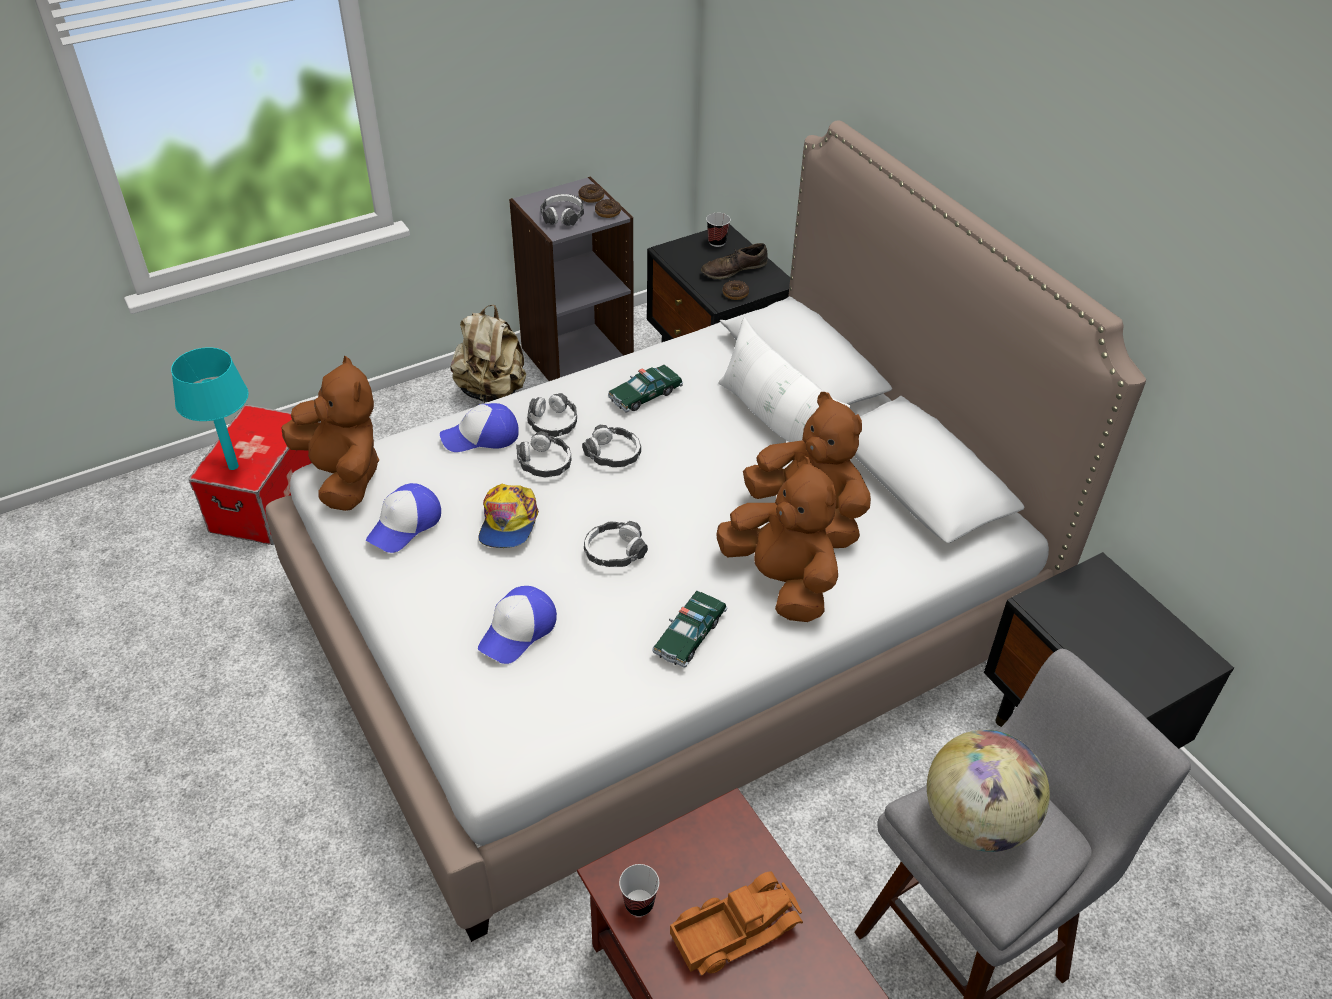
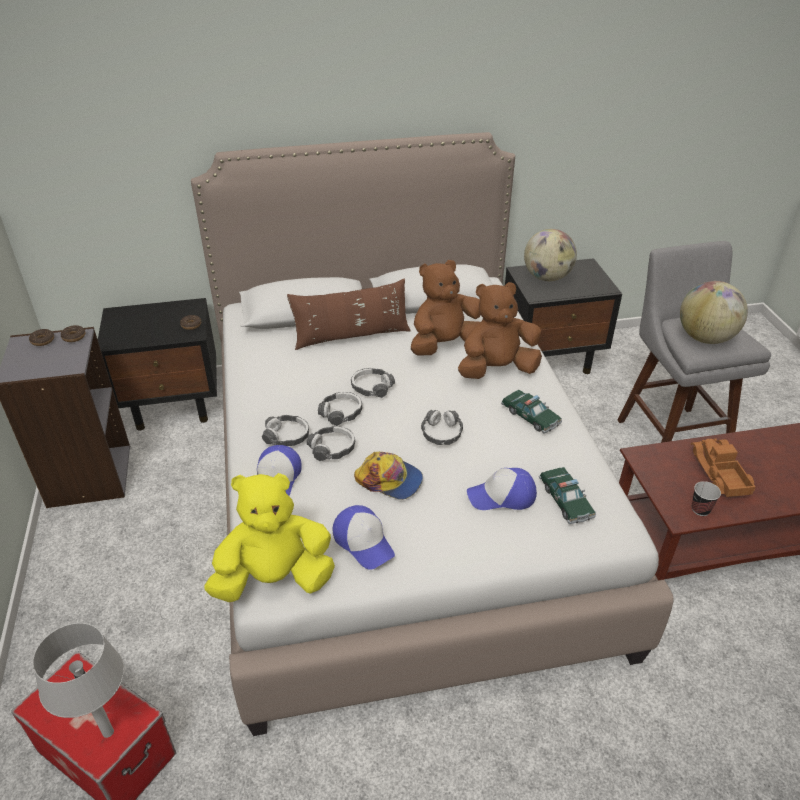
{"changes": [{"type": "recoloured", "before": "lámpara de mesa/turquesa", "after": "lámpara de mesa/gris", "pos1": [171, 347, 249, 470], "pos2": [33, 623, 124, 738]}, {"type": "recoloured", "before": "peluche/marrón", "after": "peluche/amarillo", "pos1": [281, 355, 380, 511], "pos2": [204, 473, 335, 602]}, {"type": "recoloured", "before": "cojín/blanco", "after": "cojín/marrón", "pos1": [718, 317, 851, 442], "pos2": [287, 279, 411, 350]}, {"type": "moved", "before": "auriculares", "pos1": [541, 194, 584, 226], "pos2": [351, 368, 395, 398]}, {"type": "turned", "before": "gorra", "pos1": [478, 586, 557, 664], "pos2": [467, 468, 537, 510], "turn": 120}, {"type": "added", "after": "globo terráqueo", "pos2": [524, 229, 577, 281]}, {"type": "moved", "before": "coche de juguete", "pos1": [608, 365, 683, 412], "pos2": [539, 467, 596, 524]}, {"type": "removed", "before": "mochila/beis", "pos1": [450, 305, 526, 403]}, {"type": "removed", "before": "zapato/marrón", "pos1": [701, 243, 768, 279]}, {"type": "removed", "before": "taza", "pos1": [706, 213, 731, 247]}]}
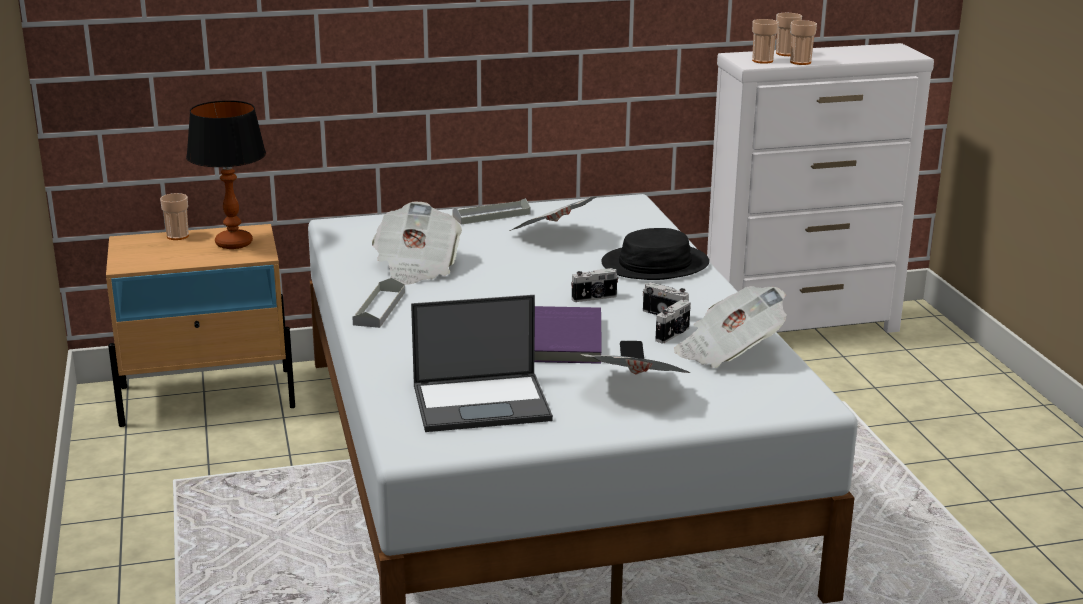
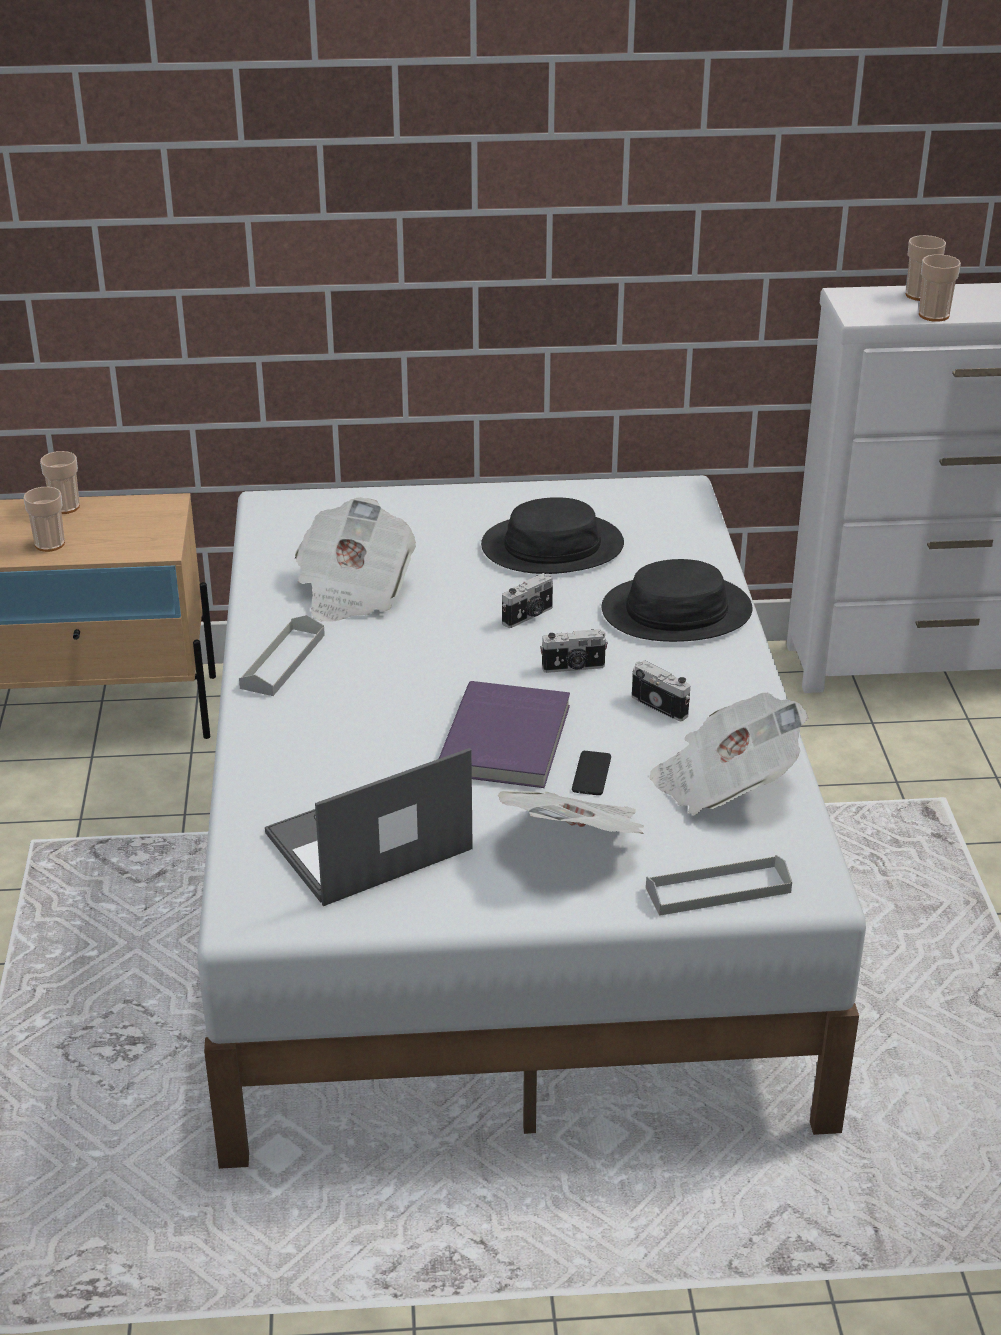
{"changes": [{"type": "moved", "before": "taza", "pos1": [752, 19, 778, 64], "pos2": [23, 487, 65, 552]}, {"type": "turned", "before": "portátil", "pos1": [411, 295, 553, 432], "pos2": [265, 748, 473, 906], "turn": 150}, {"type": "replaced", "before": "periódico", "after": "sombrero/negro", "pos1": [509, 197, 597, 231], "pos2": [481, 497, 624, 574]}, {"type": "moved", "before": "cámara", "pos1": [655, 300, 691, 343], "pos2": [502, 573, 553, 628]}, {"type": "moved", "before": "bandeja/gris", "pos1": [453, 198, 530, 225], "pos2": [646, 855, 792, 916]}, {"type": "removed", "before": "lámpara de mesa", "pos1": [186, 100, 266, 249]}]}
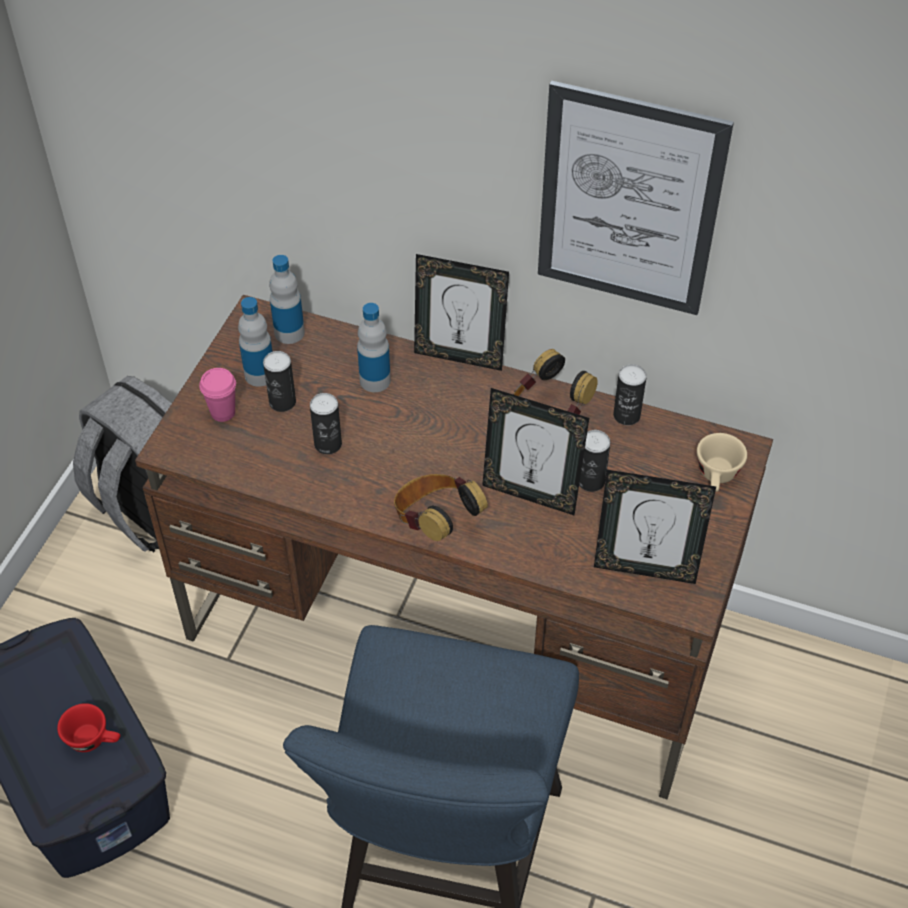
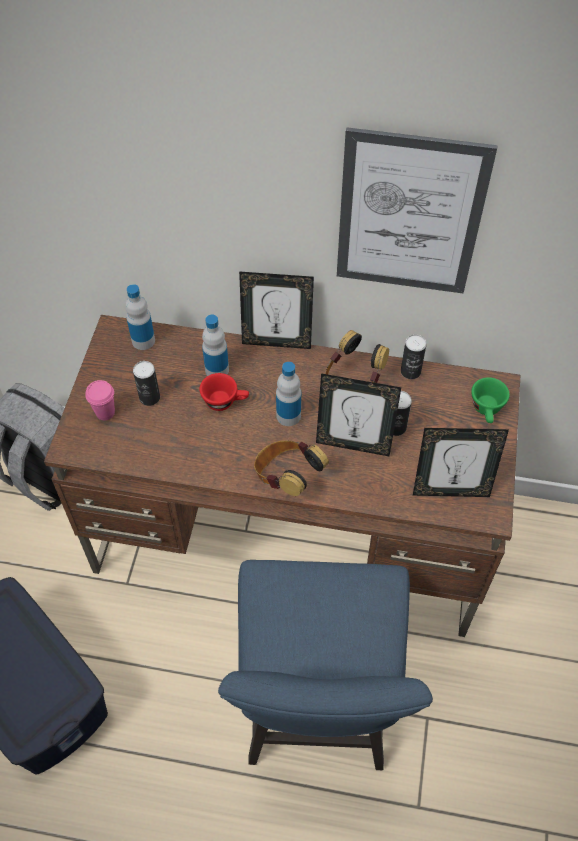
{"changes": [{"type": "moved", "before": "taza/rojo", "pos1": [57, 703, 120, 752], "pos2": [200, 373, 249, 411]}, {"type": "moved", "before": "botella", "pos1": [238, 297, 272, 387], "pos2": [276, 362, 301, 426]}, {"type": "recoloured", "before": "taza/beis", "after": "taza/verde", "pos1": [697, 433, 747, 492], "pos2": [471, 377, 510, 423]}, {"type": "removed", "before": "lata", "pos1": [310, 393, 342, 454]}]}
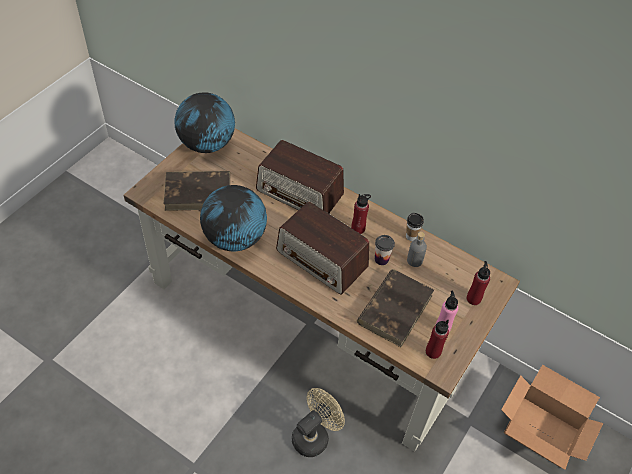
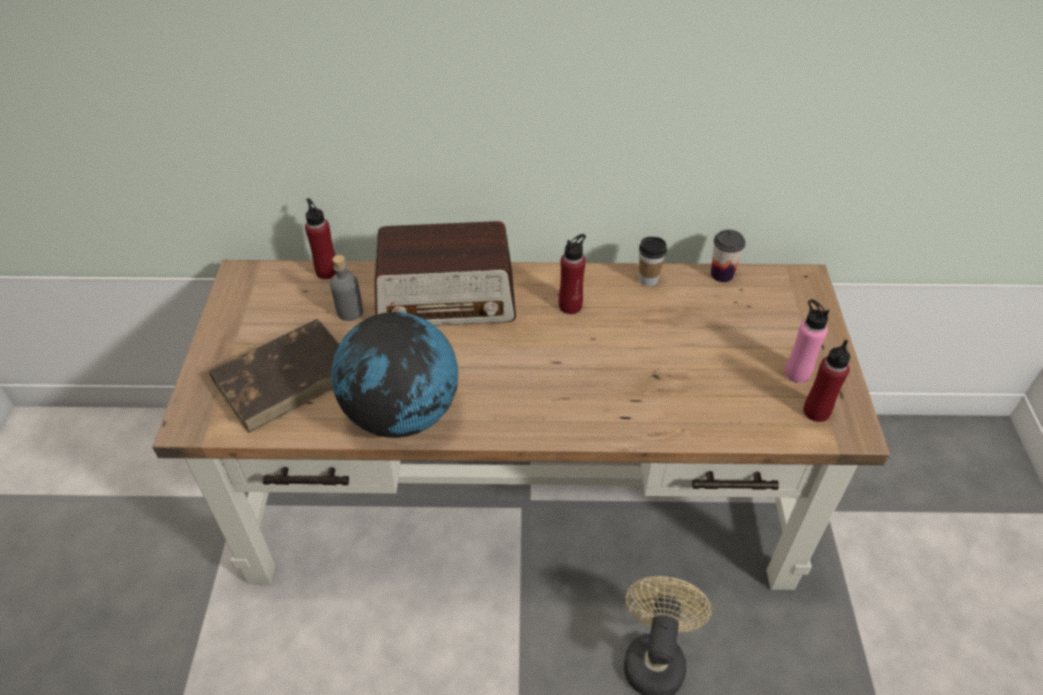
{"changes": [{"type": "moved", "before": "botella/rojo", "pos1": [467, 261, 490, 305], "pos2": [305, 198, 336, 279]}, {"type": "moved", "before": "botella/gris", "pos1": [407, 232, 427, 267], "pos2": [330, 255, 363, 321]}, {"type": "moved", "before": "taza", "pos1": [375, 235, 395, 265], "pos2": [711, 230, 746, 282]}, {"type": "removed", "before": "globo terráqueo", "pos1": [175, 92, 235, 153]}, {"type": "removed", "before": "radio", "pos1": [276, 202, 369, 294]}, {"type": "removed", "before": "libro/marrón", "pos1": [357, 269, 434, 347]}, {"type": "removed", "before": "caja de cartón", "pos1": [501, 365, 603, 470]}]}
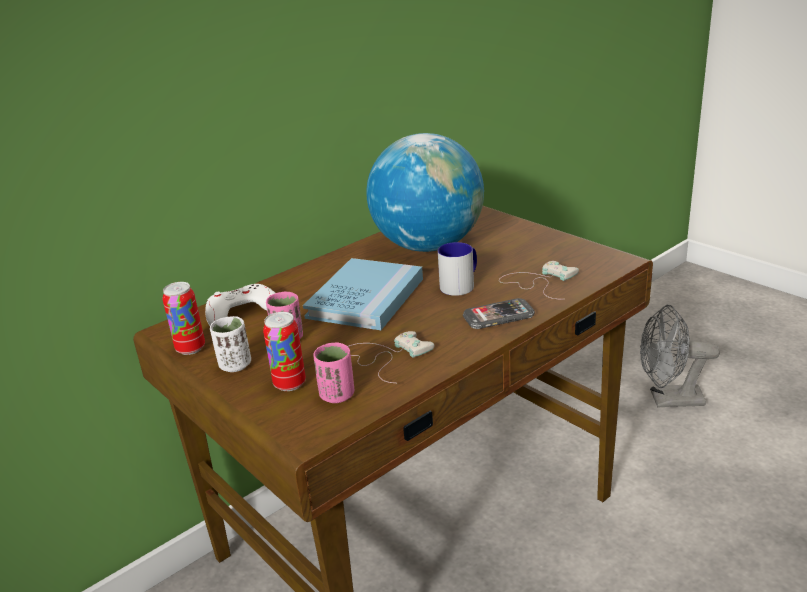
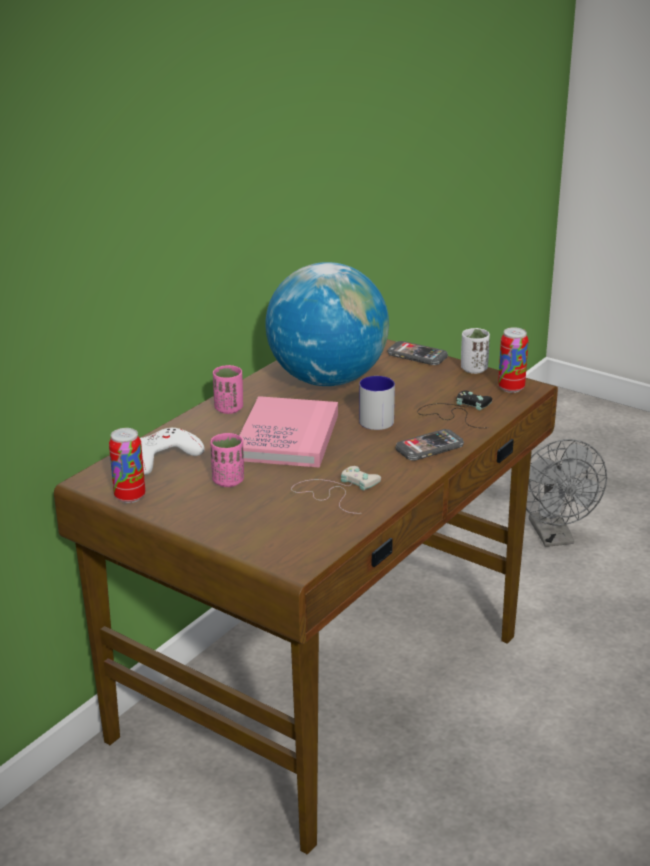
{"changes": [{"type": "moved", "before": "taza/rosa", "pos1": [313, 342, 354, 403], "pos2": [213, 365, 243, 414]}, {"type": "recoloured", "before": "libro/azul", "after": "libro/rosa", "pos1": [303, 258, 423, 330], "pos2": [239, 396, 338, 468]}, {"type": "added", "after": "móvil", "pos2": [387, 341, 448, 365]}, {"type": "recoloured", "before": "mando de consola/blanco", "after": "mando de consola/negro", "pos1": [499, 261, 579, 299], "pos2": [417, 391, 492, 428]}, {"type": "moved", "before": "taza/blanco", "pos1": [210, 316, 251, 372], "pos2": [461, 328, 490, 374]}, {"type": "moved", "before": "lata", "pos1": [263, 312, 306, 391], "pos2": [498, 327, 528, 393]}, {"type": "turned", "before": "ventilador/gris", "pos1": [640, 305, 720, 408], "pos2": [526, 439, 607, 547], "turn": -90}]}
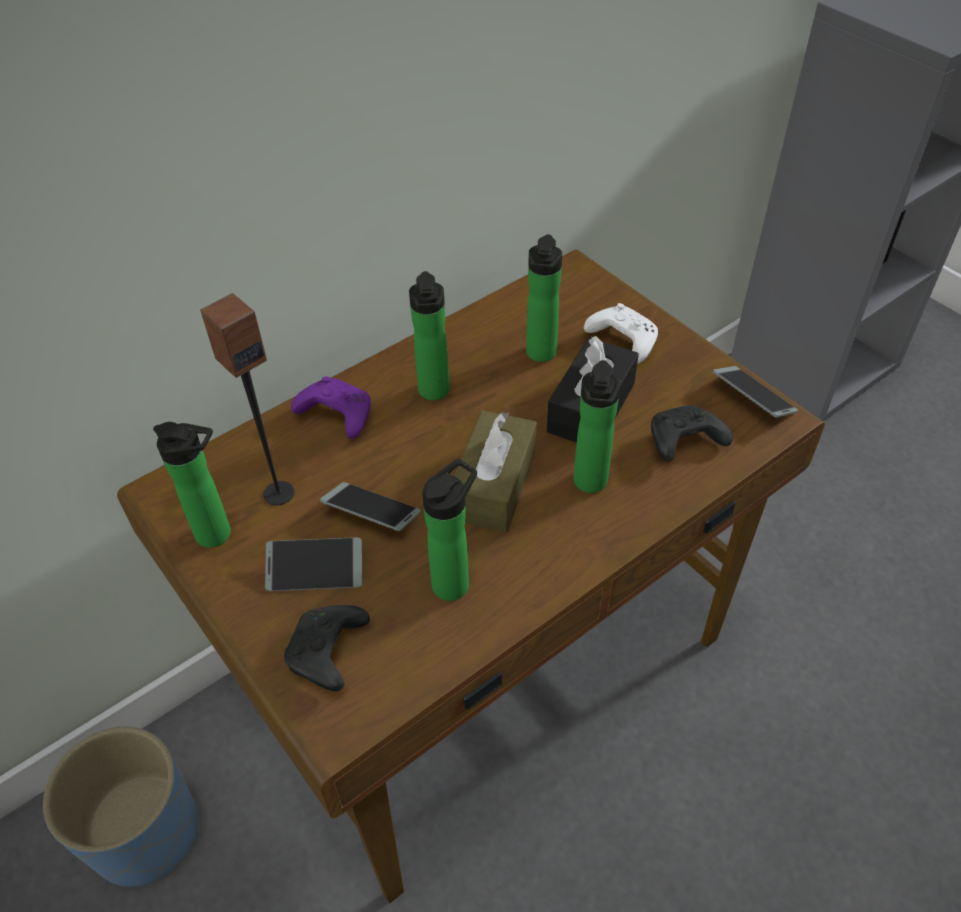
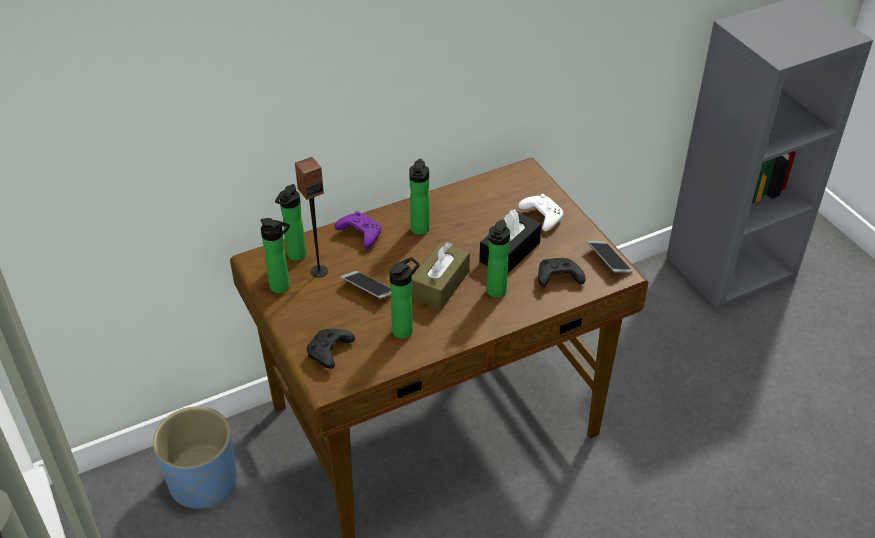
{"changes": [{"type": "moved", "before": "botella", "pos1": [526, 234, 562, 362], "pos2": [275, 184, 306, 261]}, {"type": "removed", "before": "móvil", "pos1": [265, 537, 362, 591]}]}
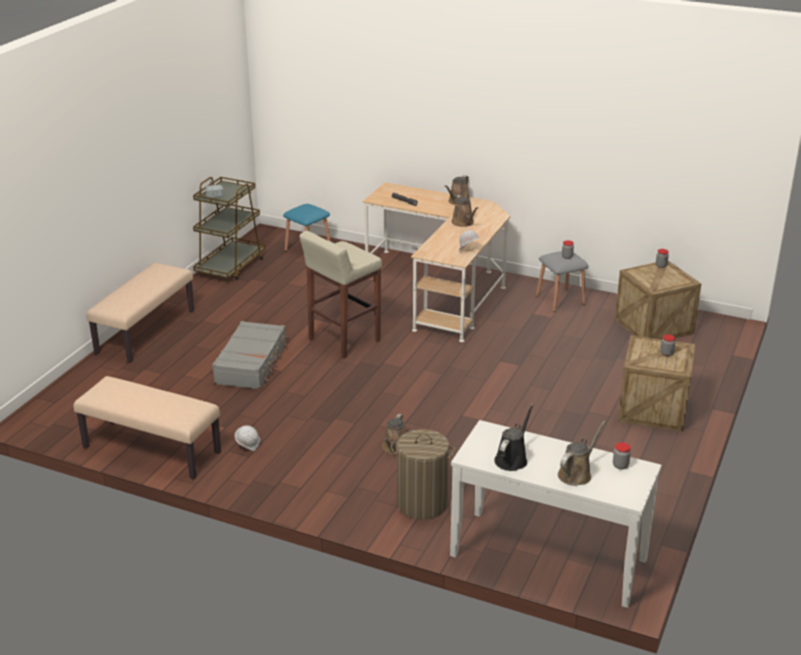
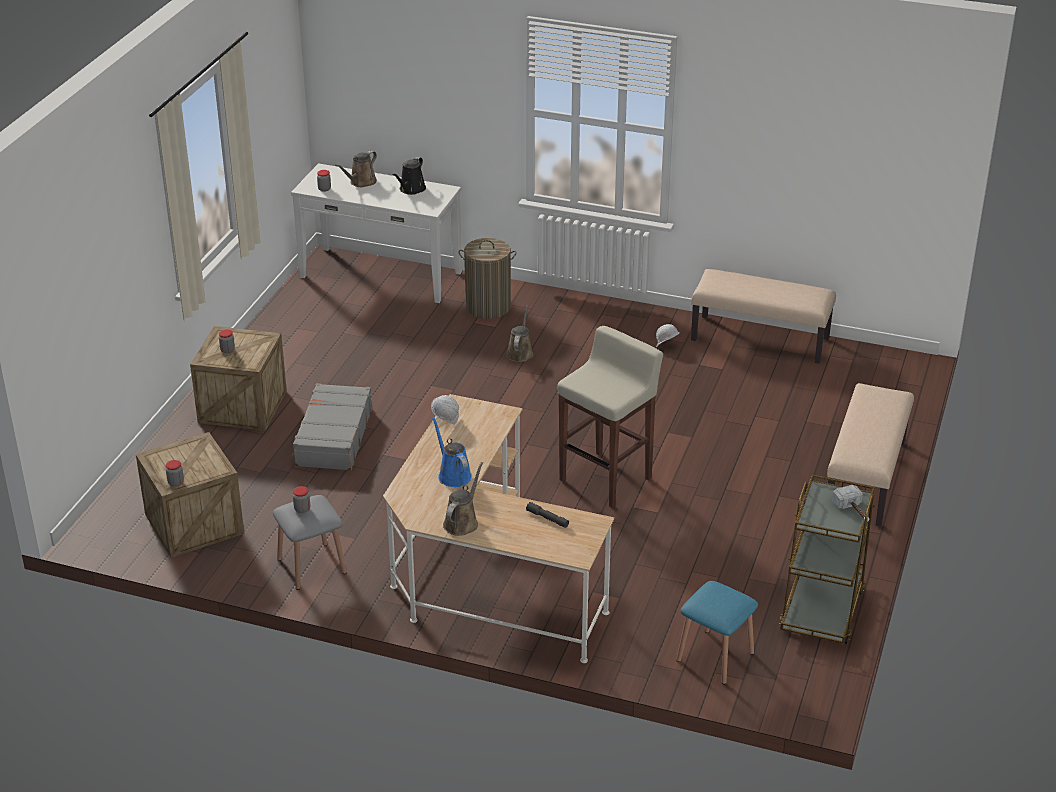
{"changes": [{"type": "moved", "before": "maleta/gris", "pos1": [212, 321, 288, 390], "pos2": [292, 383, 372, 470]}, {"type": "recoloured", "before": "regadera/marrón", "after": "regadera/azul", "pos1": [451, 195, 478, 227], "pos2": [432, 417, 472, 487]}]}
